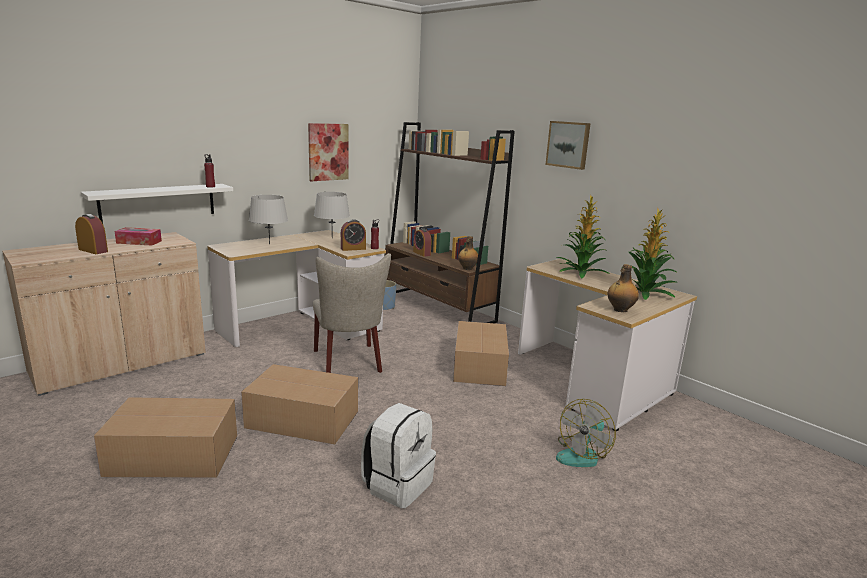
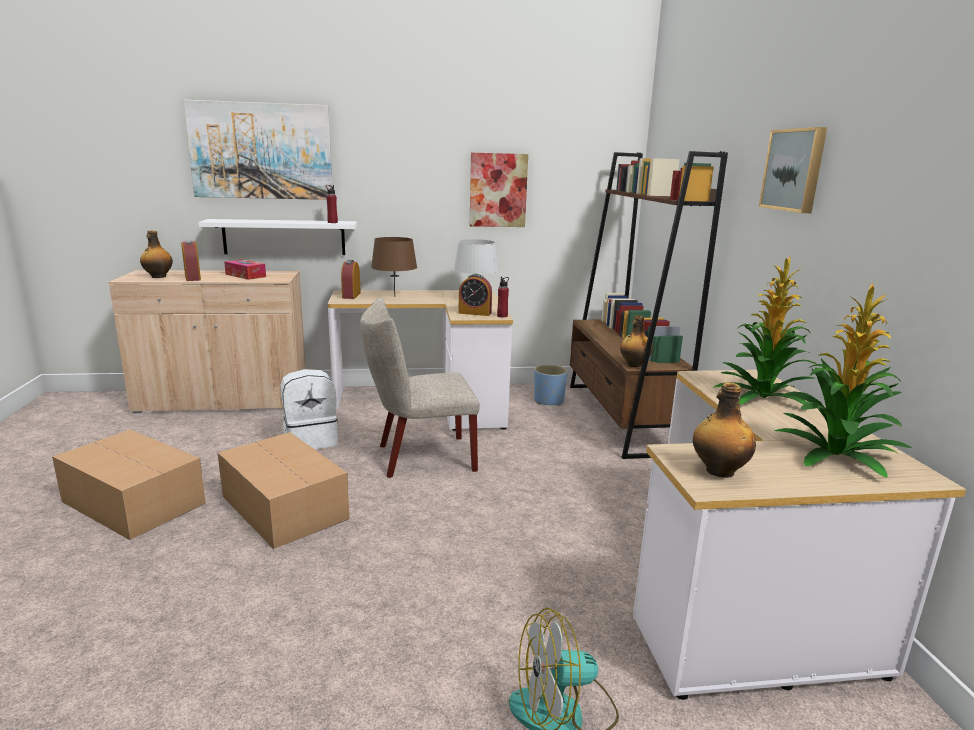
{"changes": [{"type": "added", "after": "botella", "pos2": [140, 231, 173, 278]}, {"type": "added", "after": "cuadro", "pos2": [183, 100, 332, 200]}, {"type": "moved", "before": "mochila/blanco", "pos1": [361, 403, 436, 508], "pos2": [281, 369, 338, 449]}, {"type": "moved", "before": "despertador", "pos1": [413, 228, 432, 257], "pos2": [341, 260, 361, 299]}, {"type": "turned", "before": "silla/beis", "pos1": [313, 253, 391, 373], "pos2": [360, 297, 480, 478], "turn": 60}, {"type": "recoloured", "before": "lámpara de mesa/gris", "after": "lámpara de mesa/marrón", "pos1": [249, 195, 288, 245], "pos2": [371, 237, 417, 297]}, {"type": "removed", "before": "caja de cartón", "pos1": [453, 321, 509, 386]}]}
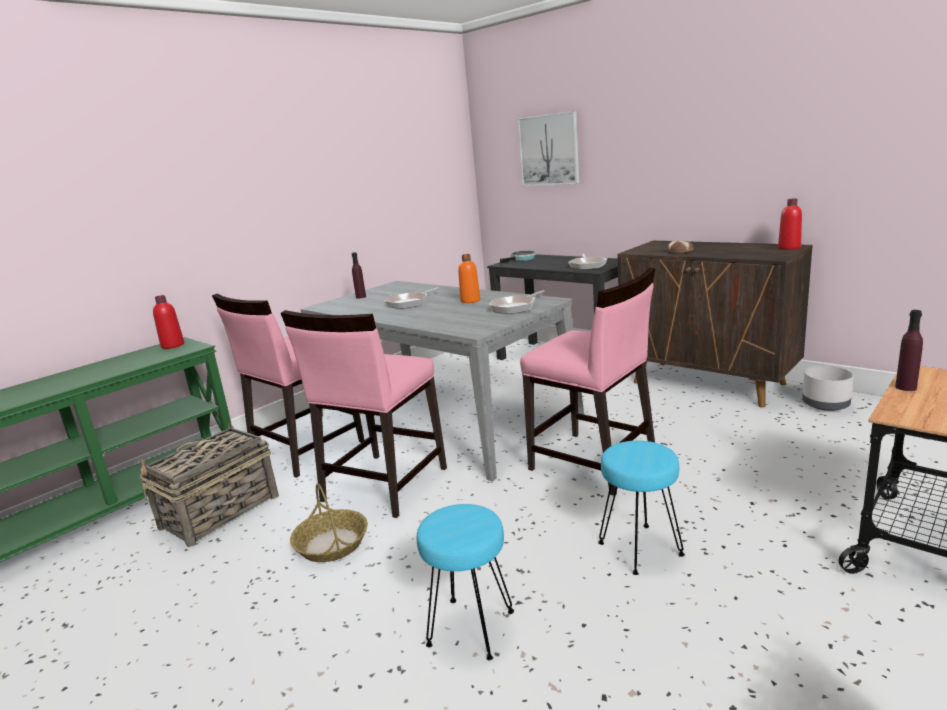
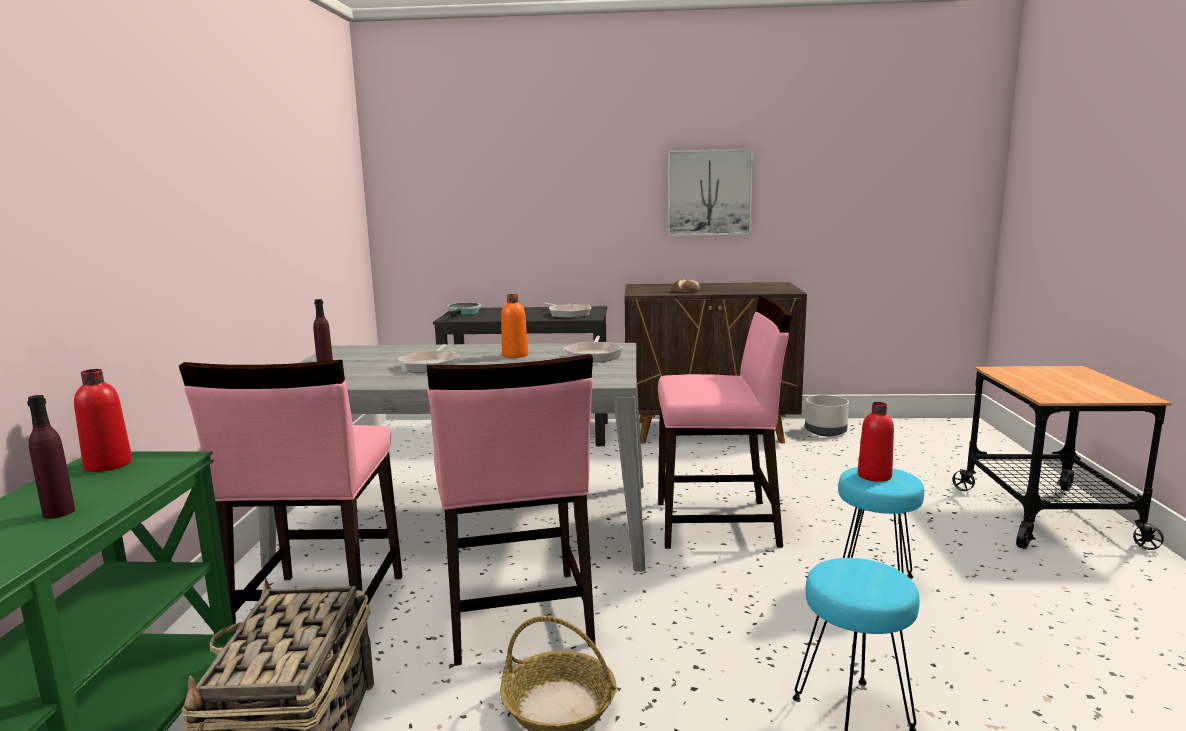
{"changes": [{"type": "moved", "before": "botella/morado", "pos1": [895, 310, 923, 391], "pos2": [27, 395, 75, 519]}, {"type": "moved", "before": "cuadro", "pos1": [517, 111, 579, 186], "pos2": [668, 149, 753, 236]}, {"type": "moved", "before": "botella/rojo", "pos1": [778, 199, 802, 250], "pos2": [858, 402, 894, 482]}]}
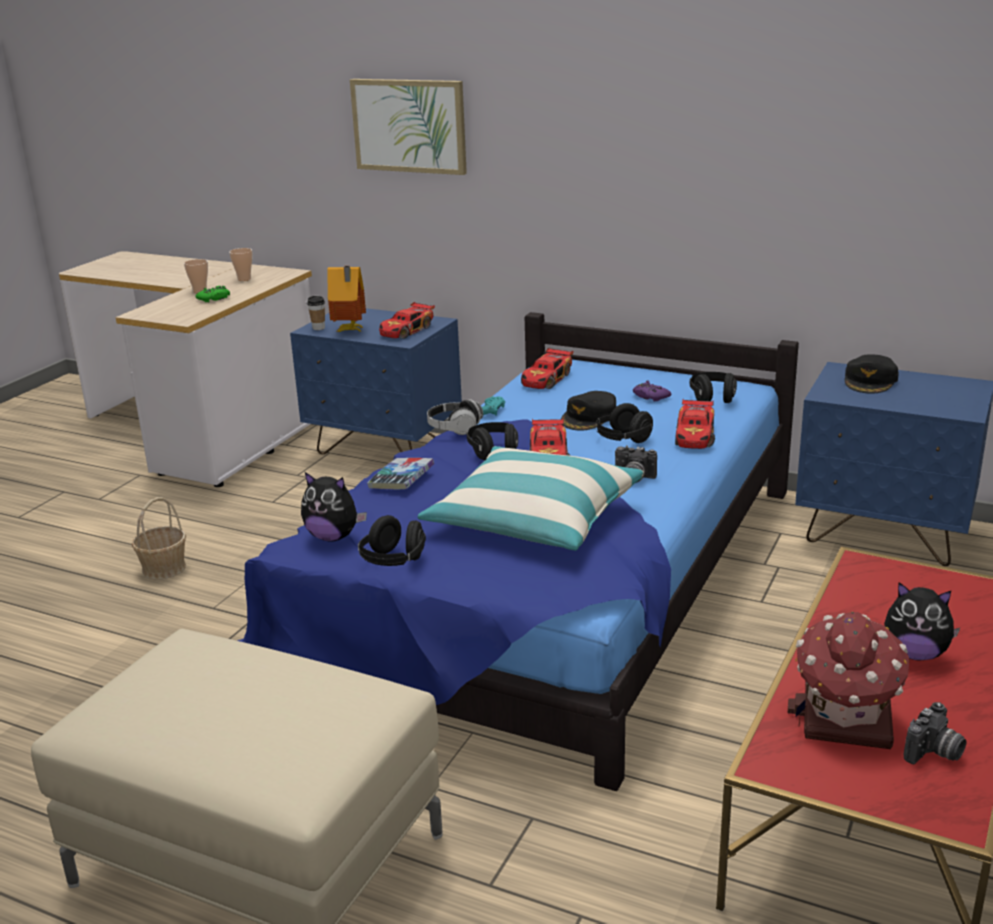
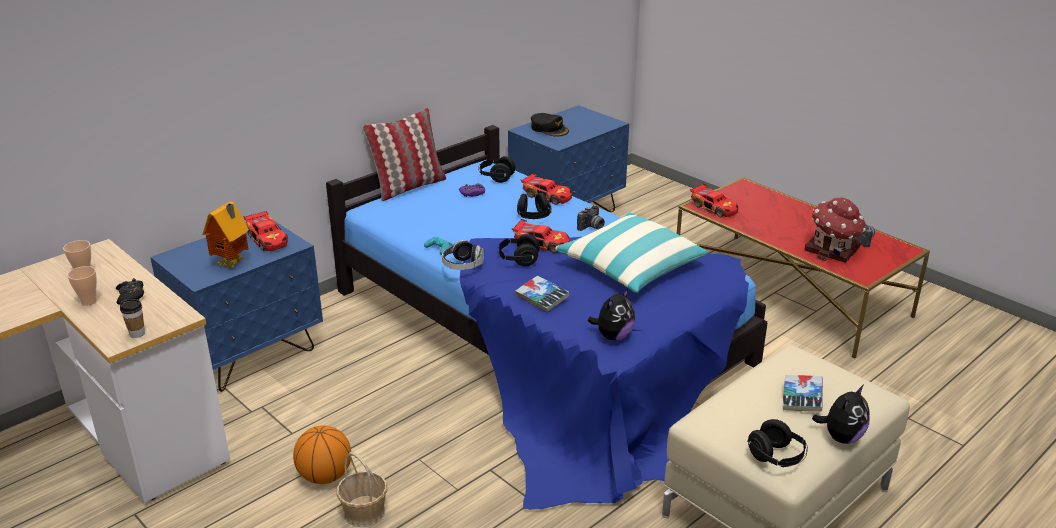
{"changes": [{"type": "recoloured", "before": "mando de consola/verde", "after": "mando de consola/negro", "pos1": [196, 286, 230, 302], "pos2": [116, 278, 144, 304]}, {"type": "moved", "before": "taza", "pos1": [307, 296, 325, 330], "pos2": [120, 299, 145, 338]}, {"type": "added", "after": "balón de baloncesto", "pos2": [293, 425, 351, 484]}, {"type": "added", "after": "cojín", "pos2": [363, 108, 446, 201]}, {"type": "moved", "before": "coche de juguete", "pos1": [521, 347, 574, 389], "pos2": [690, 183, 738, 217]}, {"type": "moved", "before": "auriculares/negro", "pos1": [358, 515, 426, 566], "pos2": [747, 419, 808, 467]}, {"type": "added", "after": "libro", "pos2": [782, 375, 823, 412]}, {"type": "moved", "before": "peluche", "pos1": [884, 582, 960, 661], "pos2": [812, 385, 870, 444]}, {"type": "removed", "before": "cuadro", "pos1": [350, 79, 467, 175]}, {"type": "removed", "before": "gorra/negro", "pos1": [561, 391, 617, 431]}]}
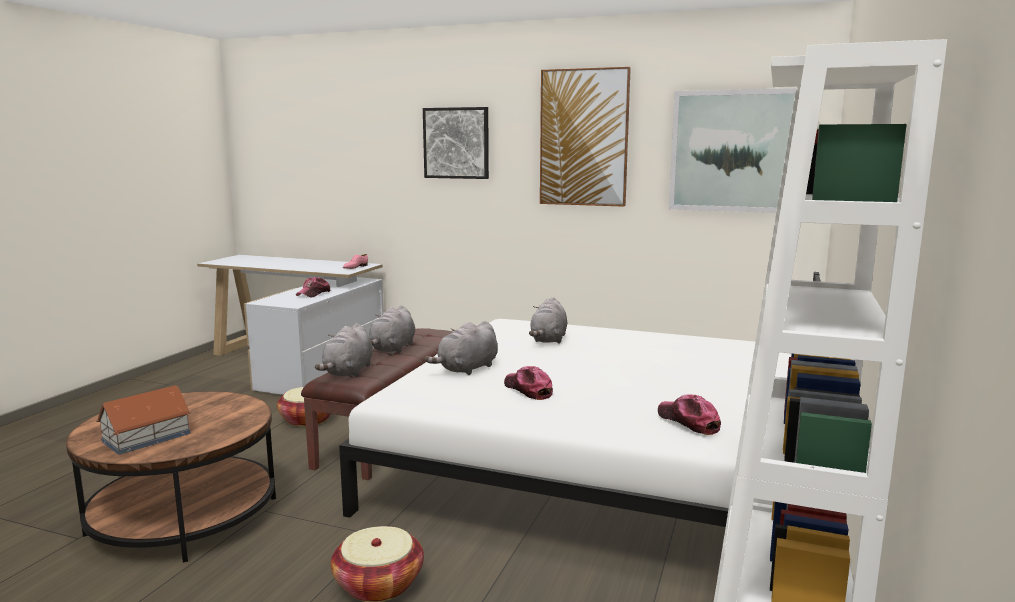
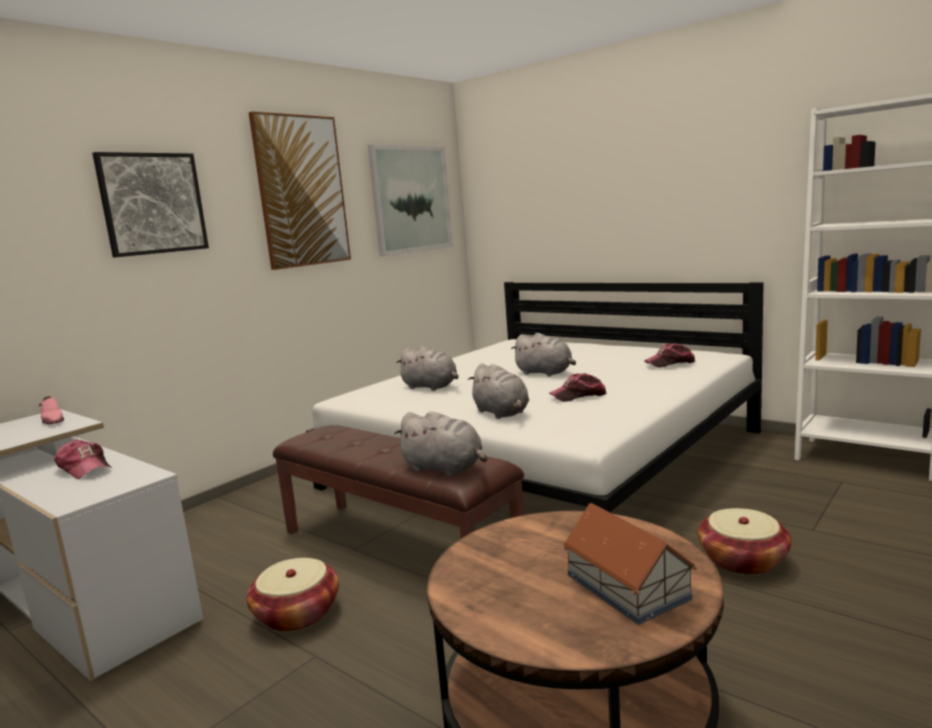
{"changes": [{"type": "moved", "before": "peluche/gris", "pos1": [369, 306, 415, 353], "pos2": [511, 333, 576, 377]}]}
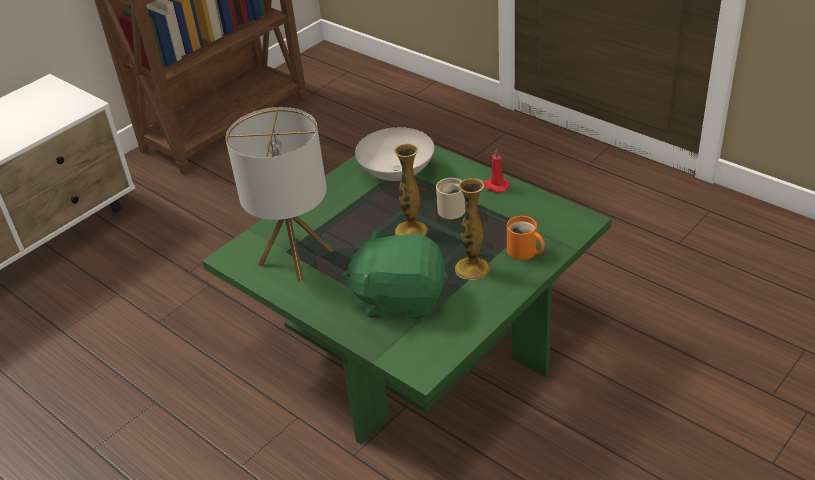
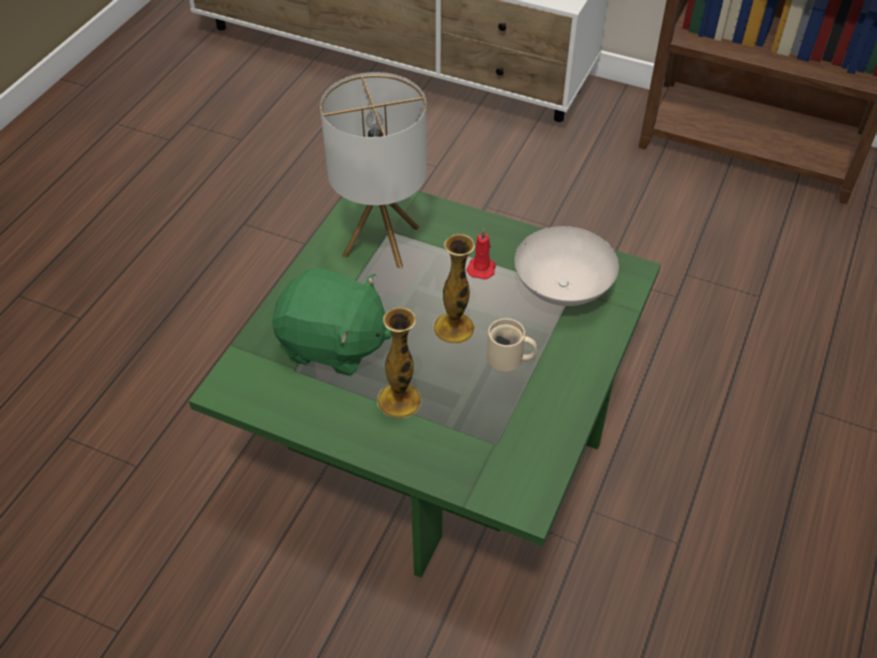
{"changes": [{"type": "turned", "before": "peluche/verde", "pos1": [342, 230, 448, 319], "pos2": [272, 268, 392, 376], "turn": 120}, {"type": "moved", "before": "vela/rojo", "pos1": [483, 149, 510, 193], "pos2": [466, 228, 496, 279]}, {"type": "removed", "before": "taza grande/naranja", "pos1": [507, 216, 545, 260]}]}
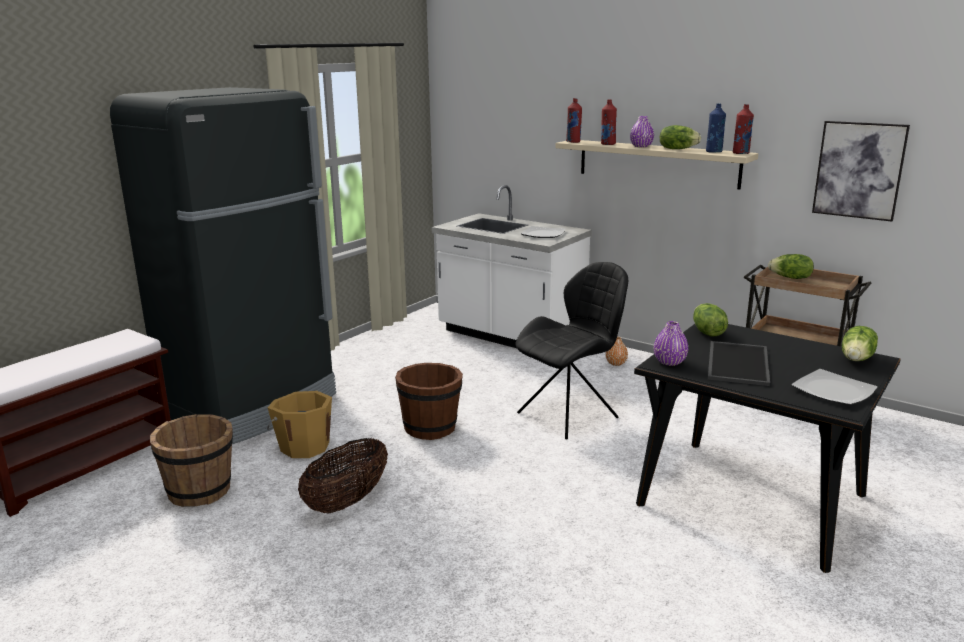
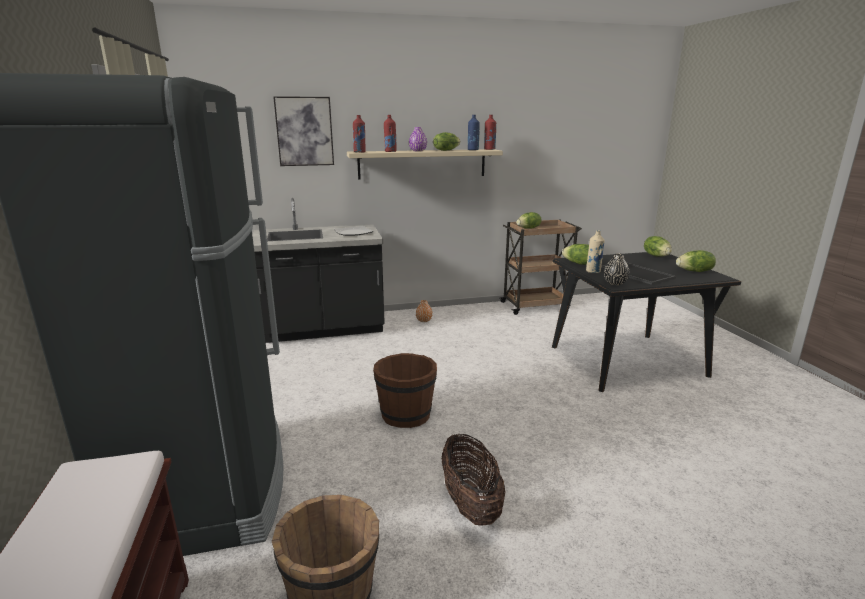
{"changes": [{"type": "recoloured", "before": "mueble bajo de cocina/blanco", "after": "mueble bajo de cocina/negro", "pos1": [432, 185, 592, 348], "pos2": [252, 198, 385, 343]}, {"type": "moved", "before": "cuadro", "pos1": [812, 121, 910, 222], "pos2": [273, 96, 334, 166]}, {"type": "added", "after": "botella/beis", "pos2": [586, 230, 605, 273]}, {"type": "recoloured", "before": "florero/morado", "after": "florero/negro", "pos1": [654, 321, 688, 366], "pos2": [604, 253, 629, 285]}, {"type": "replaced", "before": "plato", "after": "lechuga", "pos1": [791, 369, 878, 405], "pos2": [676, 250, 716, 272]}, {"type": "removed", "before": "cubo/naranja", "pos1": [267, 391, 332, 458]}, {"type": "removed", "before": "silla/negro", "pos1": [515, 262, 628, 439]}]}
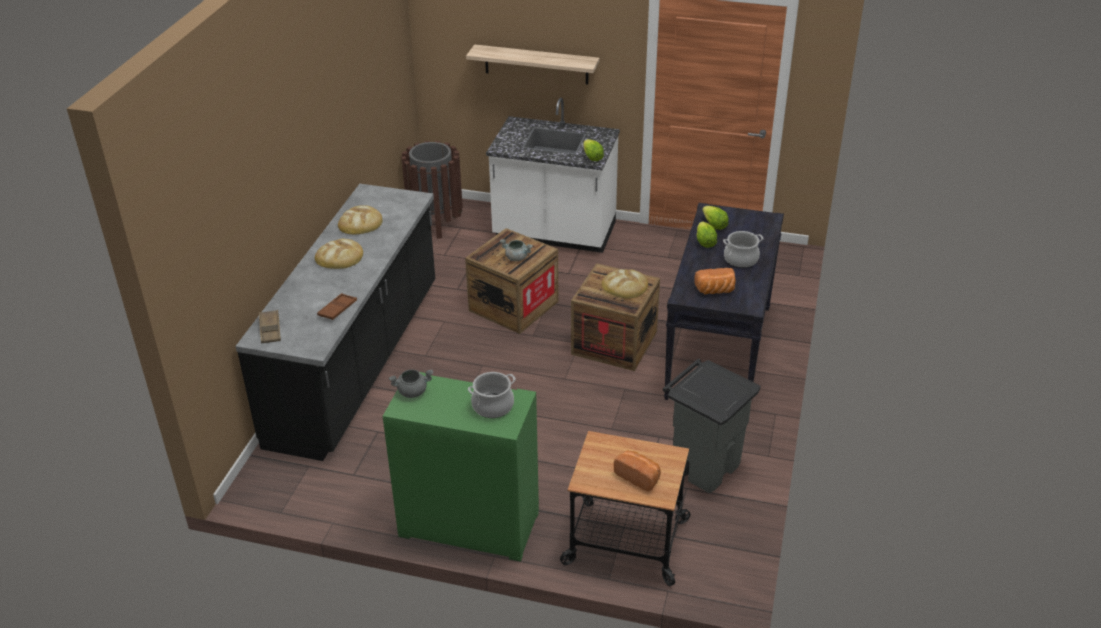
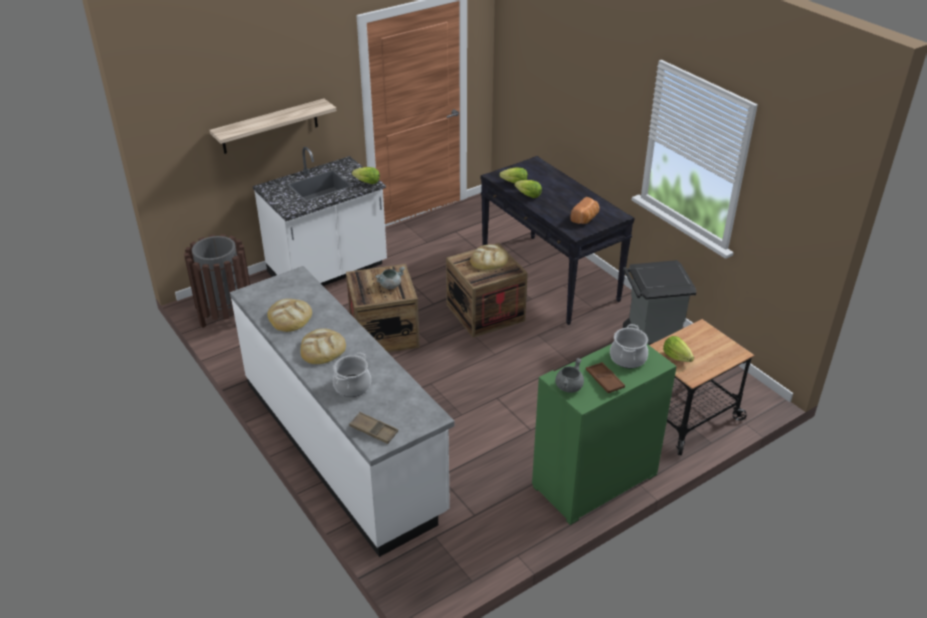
{"changes": [{"type": "recoloured", "before": "mueble bajo de cocina/negro", "after": "mueble bajo de cocina/blanco", "pos1": [236, 184, 435, 461], "pos2": [230, 266, 454, 557]}, {"type": "moved", "before": "olla", "pos1": [723, 231, 763, 268], "pos2": [333, 353, 371, 397]}, {"type": "moved", "before": "bandeja/marrón", "pos1": [317, 293, 357, 320], "pos2": [586, 362, 625, 393]}, {"type": "added", "after": "lechuga", "pos2": [663, 336, 694, 362]}, {"type": "removed", "before": "pan", "pos1": [614, 450, 661, 491]}]}
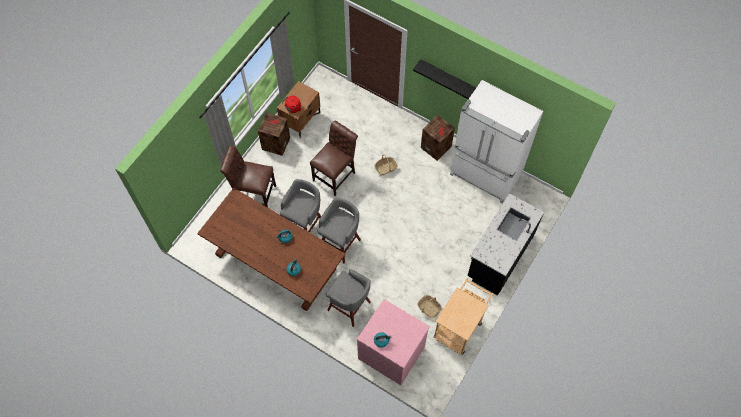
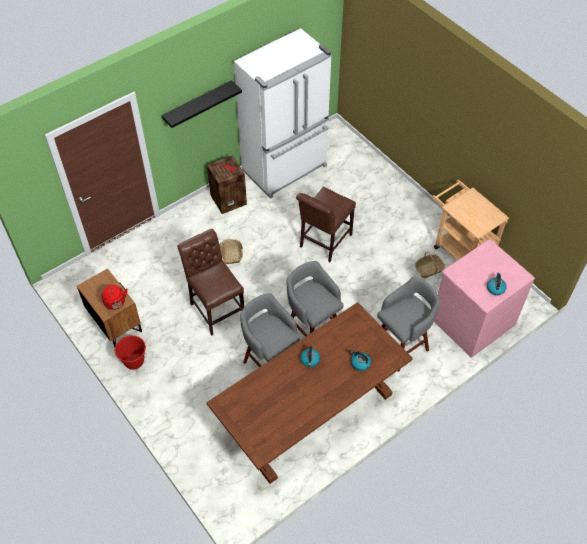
{"changes": [{"type": "replaced", "before": "caja de embalaje", "after": "cubo/rojo", "pos1": [258, 113, 290, 156], "pos2": [115, 335, 147, 370]}, {"type": "moved", "before": "silla/marrón", "pos1": [220, 145, 276, 208], "pos2": [296, 187, 356, 262]}, {"type": "removed", "before": "mueble bajo de cocina/negro", "pos1": [467, 193, 544, 296]}]}
